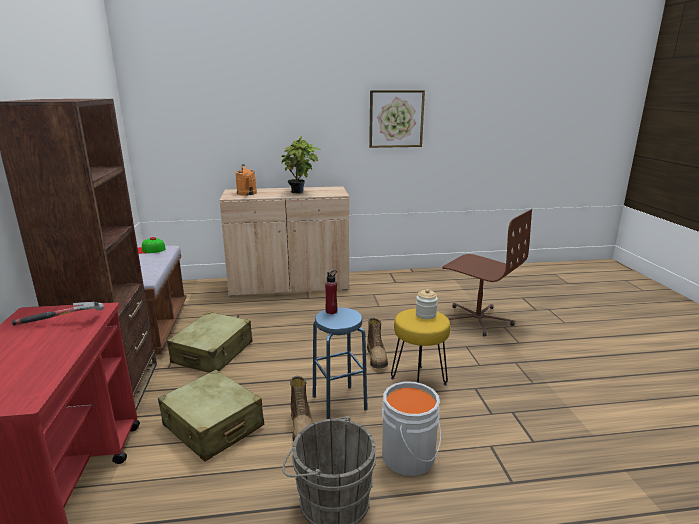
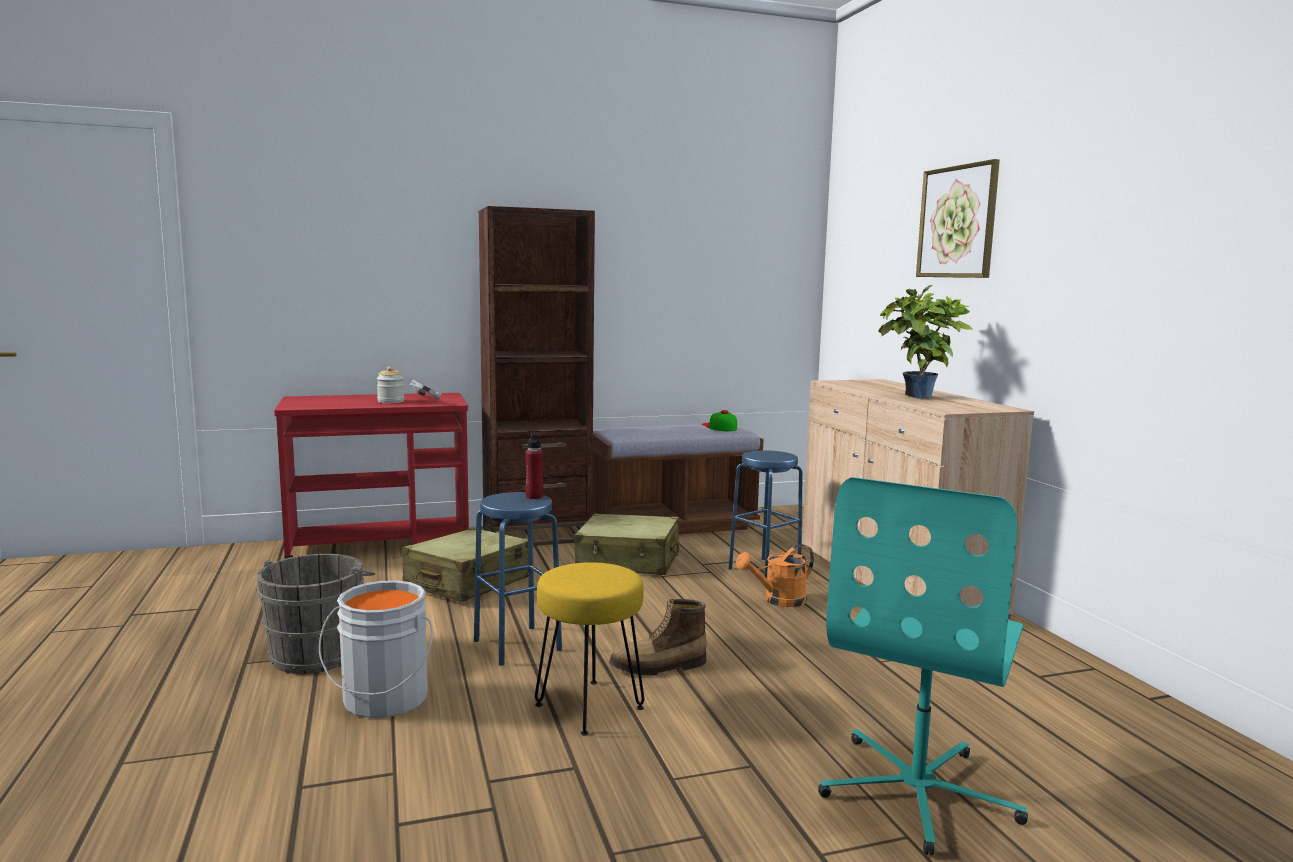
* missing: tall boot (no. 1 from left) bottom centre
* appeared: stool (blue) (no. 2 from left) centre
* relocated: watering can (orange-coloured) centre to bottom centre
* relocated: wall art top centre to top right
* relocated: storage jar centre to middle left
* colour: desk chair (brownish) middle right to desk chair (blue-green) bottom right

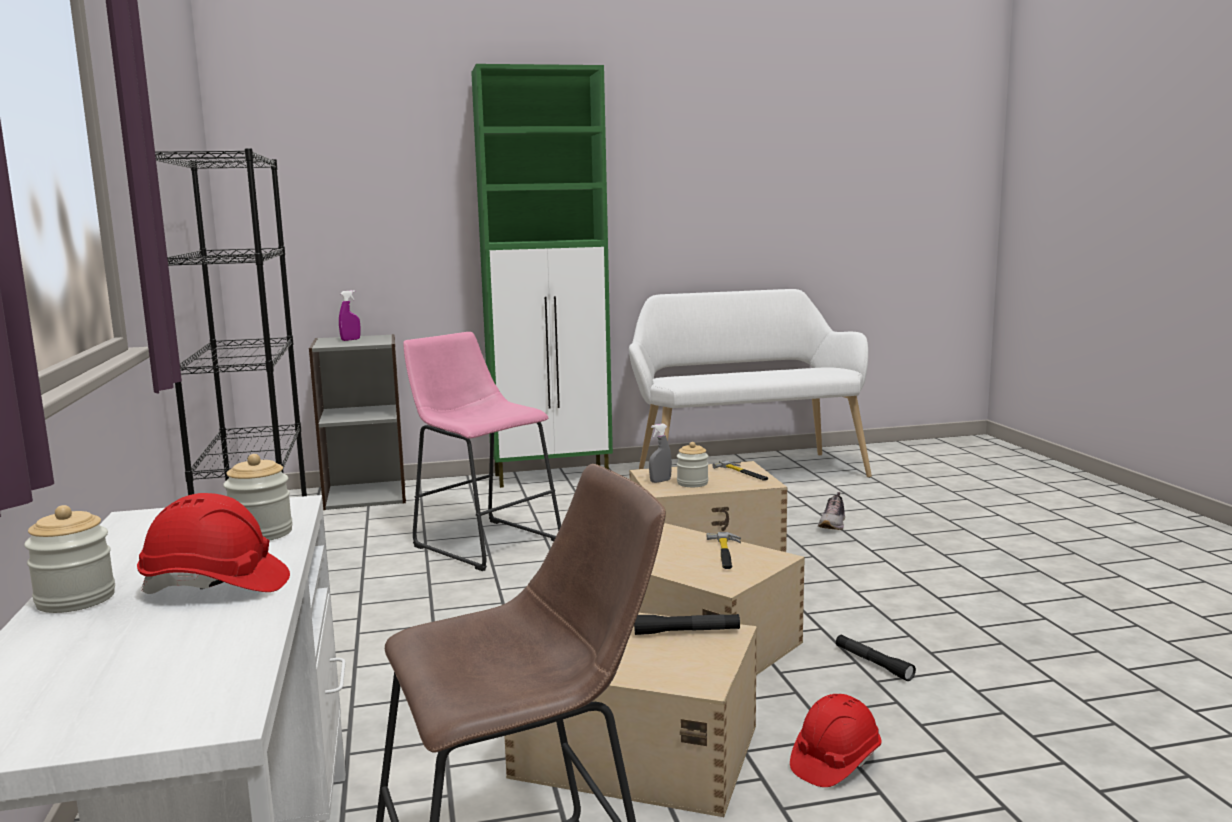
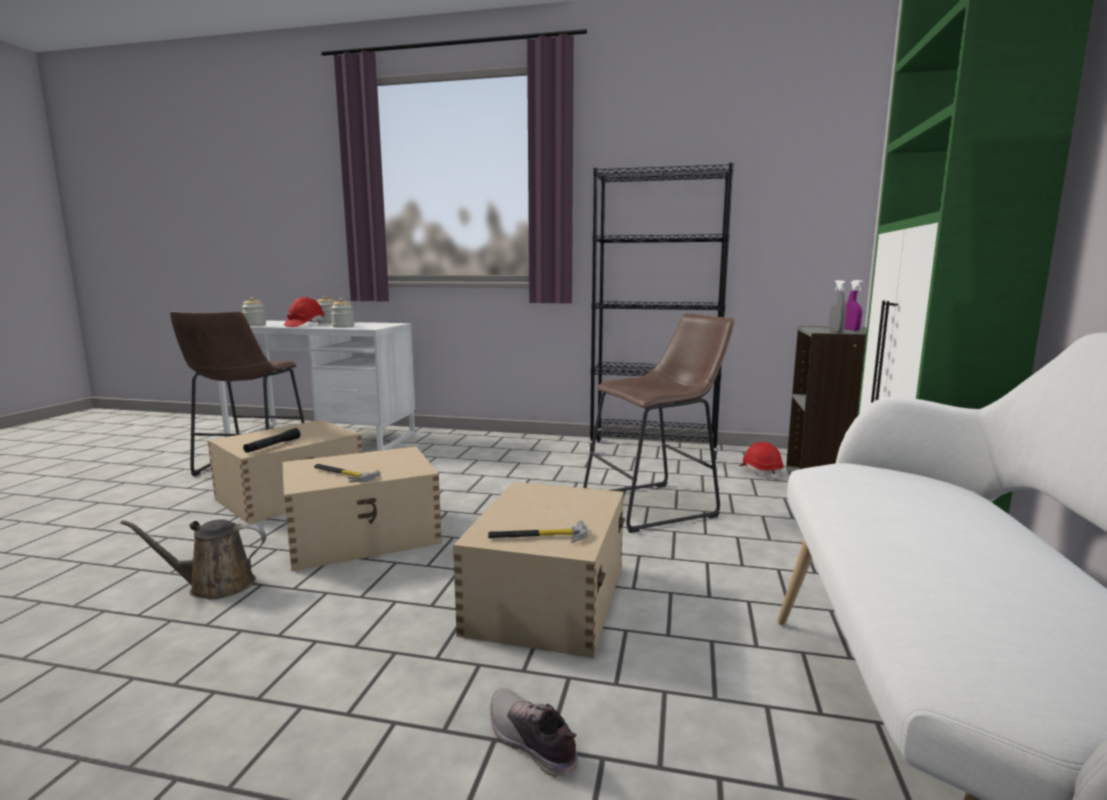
* relocated: spray bottle (grey) centre to middle right
* relocated: storage jar (no. 3 from left in the first image) centre to storage jar (no. 1 from left) middle left
* relocated: work helmet (reddish) (no. 2 from left) bottom right to middle right
* exchanged: torch (blackish) (no. 2 from left) bottom right to watering can (brownish) bottom left
* colour: stool (pink-coloured) centre to stool (brownish) (no. 2 from left) centre

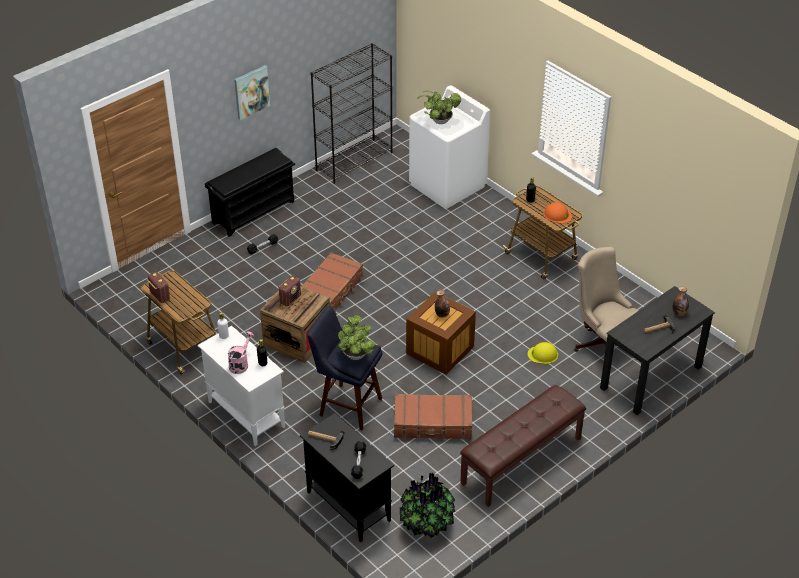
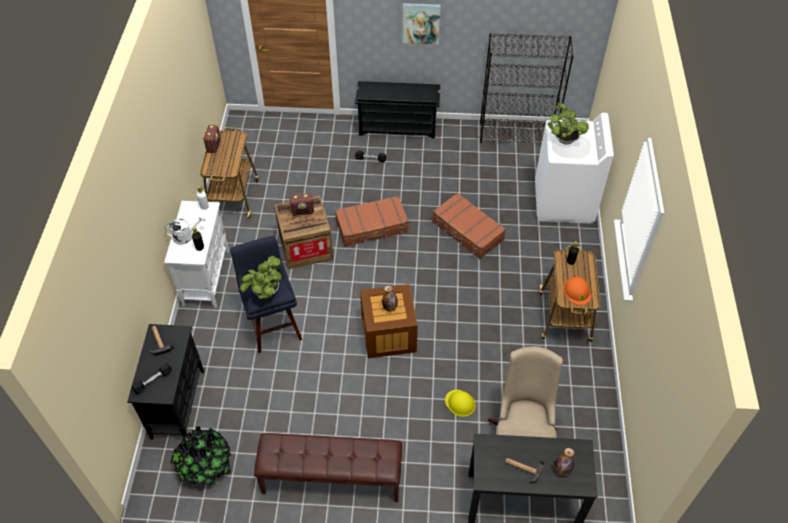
* relocated: suitcase (brownish) (no. 2 from left) bottom centre to centre
* colour: watering can (pink-coloured) middle left to watering can (white) middle left

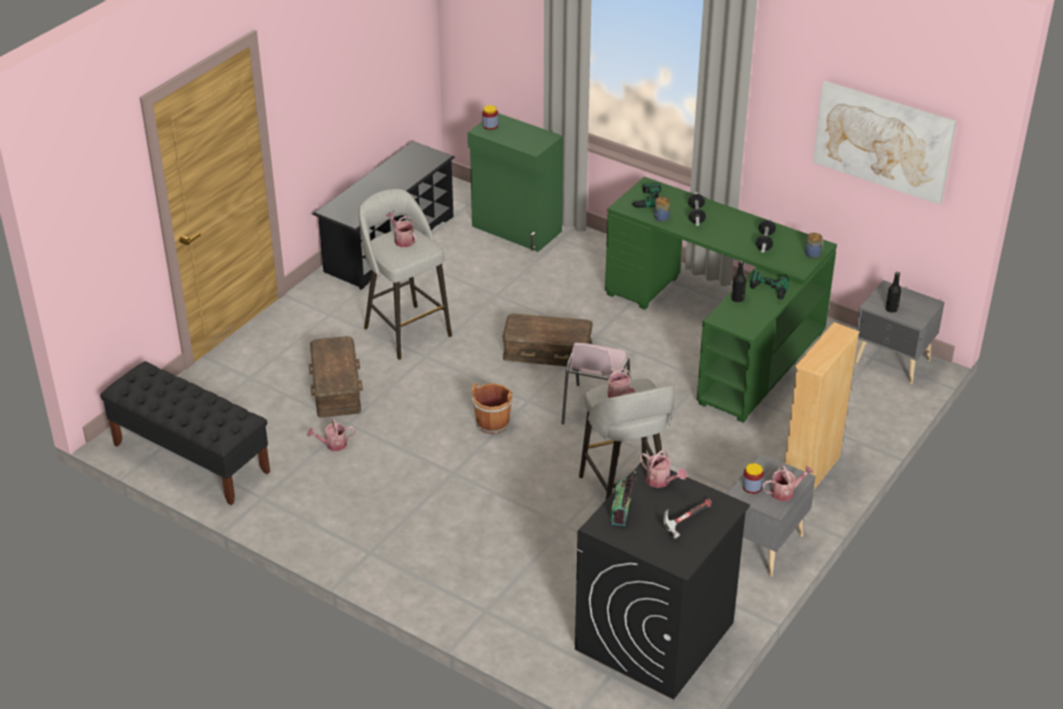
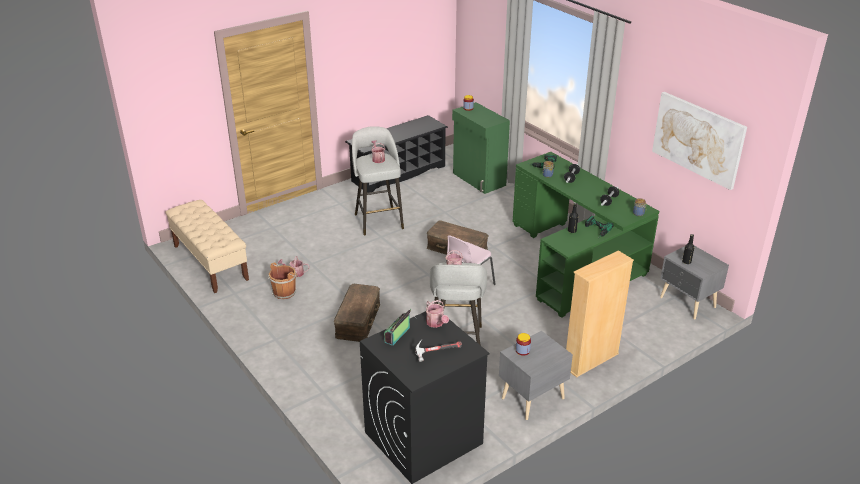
* missing: watering can (no. 5 from left) bottom right
* relocated: storage box (brownish) (no. 1 from left) middle left to centre
* relocated: pail (brownish) centre to middle left
* colour: indoor bench (blackish) middle left to indoor bench (beige) middle left

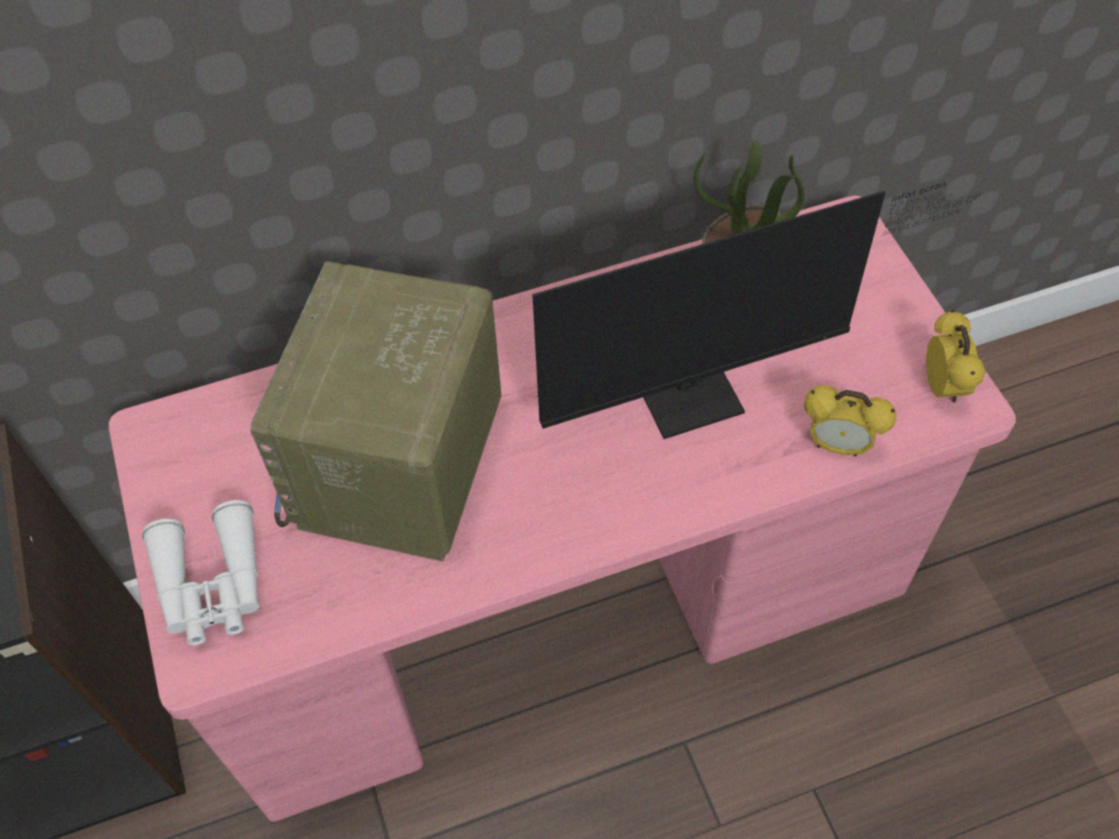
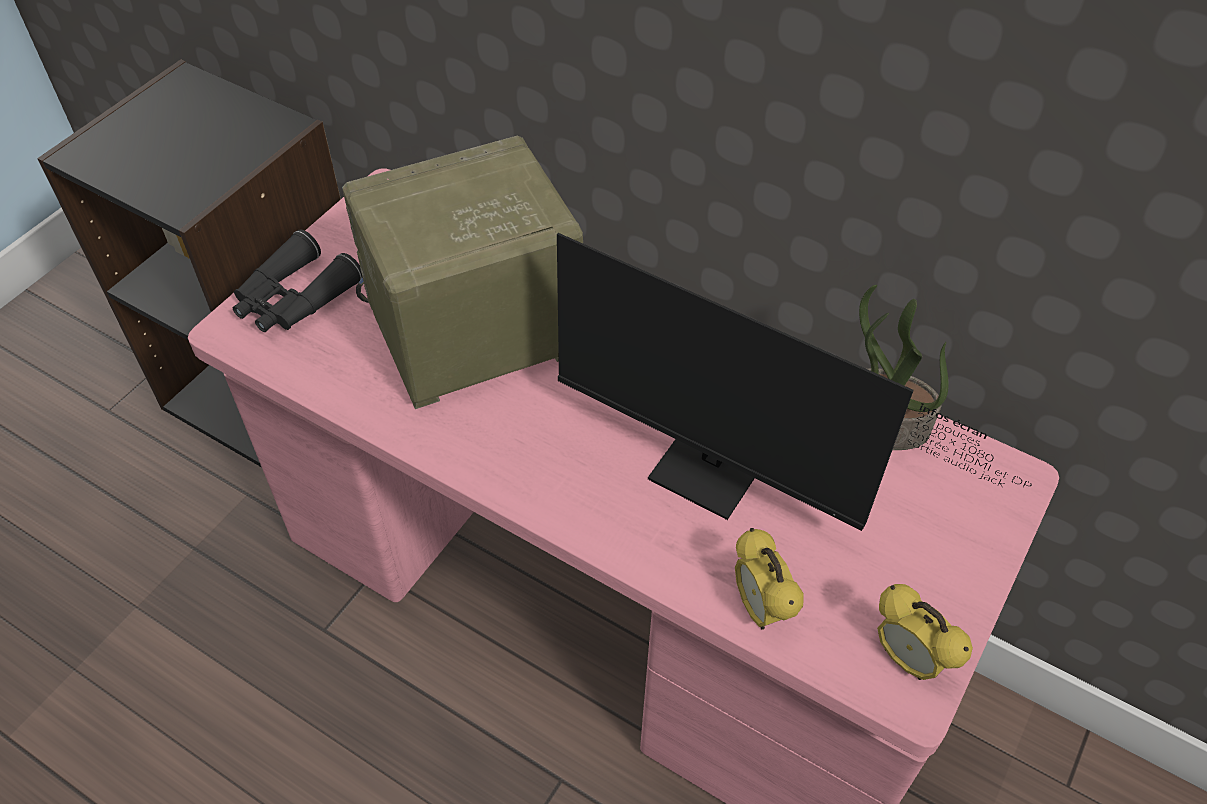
* colour: field glasses (white) bottom left to field glasses (blackish) middle left
* spun: bedside clock (no. 2 from left) middle right = bottom right 90 degrees clockwise

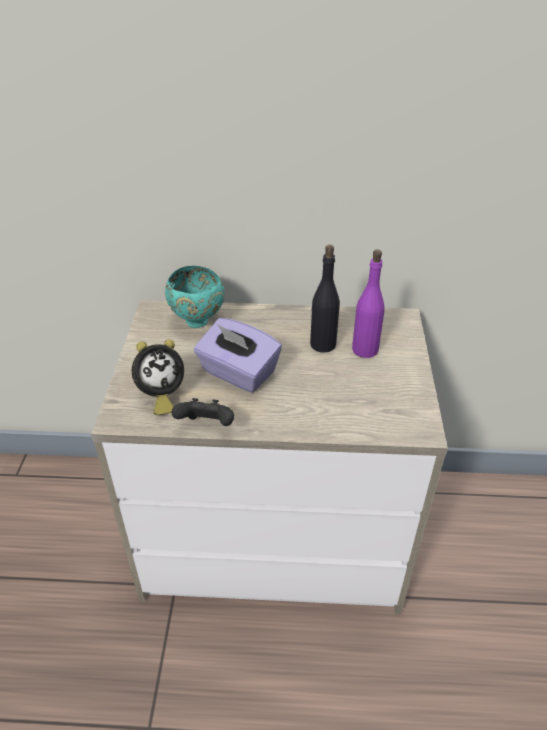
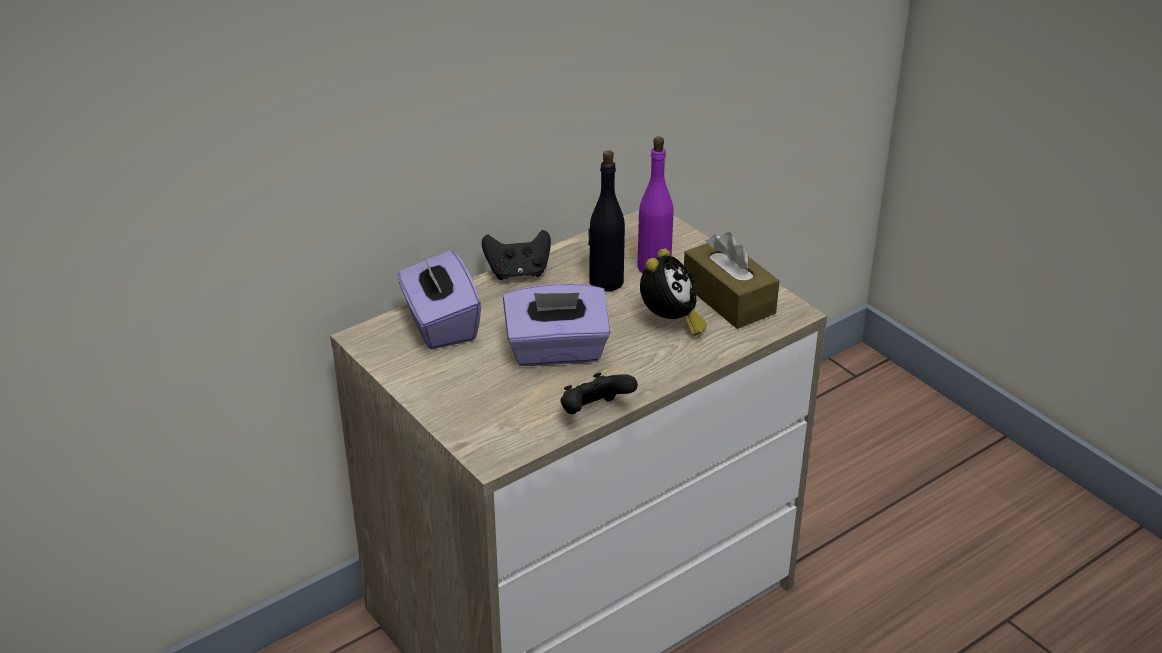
* appeared: game controller (blackish) (no. 1 from left) centre
* appeared: tissue holder (brownish) centre
* relocated: bedside clock middle left to centre
* exchanged: serving bowl (blue-green) centre to tissue holder (purple) (no. 1 from left) centre

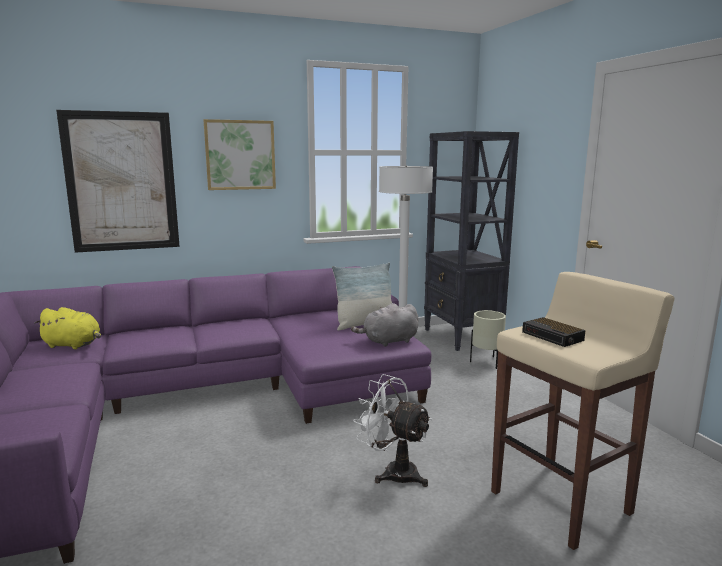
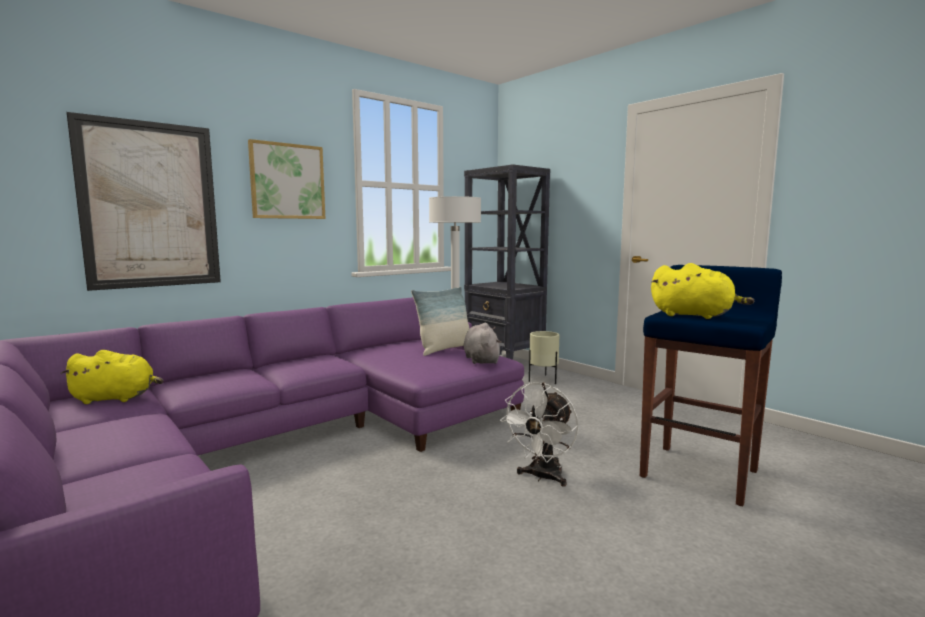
* exchanged: bedside clock middle right to soft toy (yellow-coloured) (no. 2 from left) middle right
* colour: stool (beige) bottom right to stool (blue) middle right
* spun: soft toy (grey) centre = centre 120 degrees clockwise
* spun: fan (white) bottom centre = bottom centre 75 degrees counterclockwise

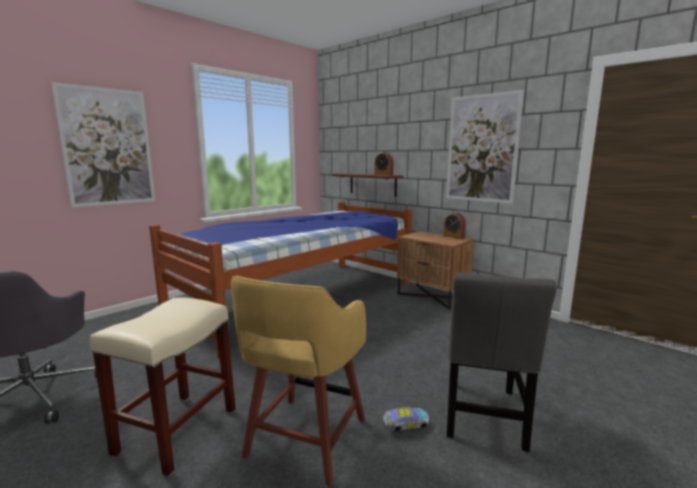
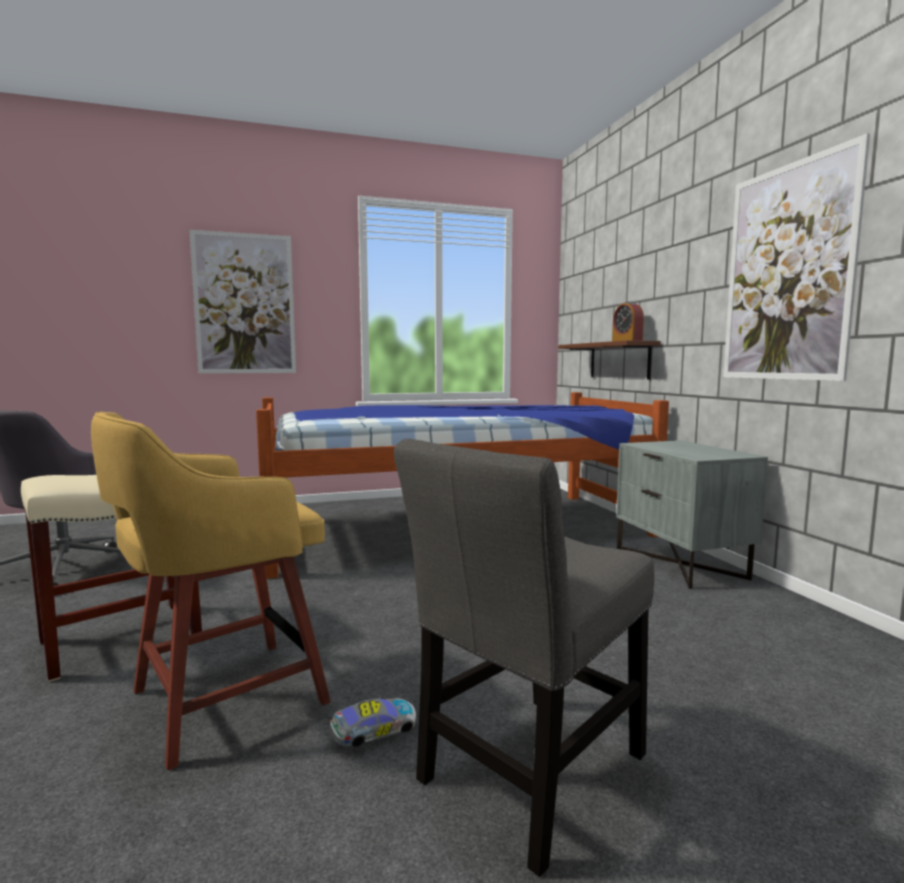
* missing: bedside clock (no. 2 from left) centre
* colour: night table (brownish) centre to night table (grey) middle right
* spun: toy car bottom centre = bottom centre 45 degrees counterclockwise

